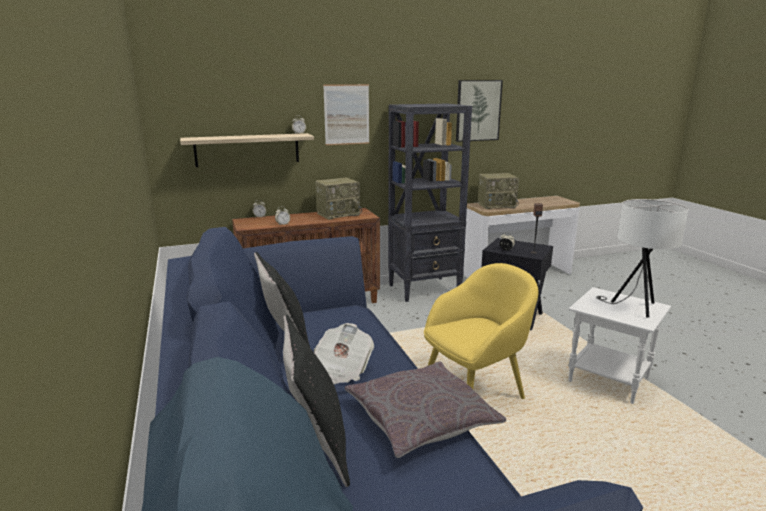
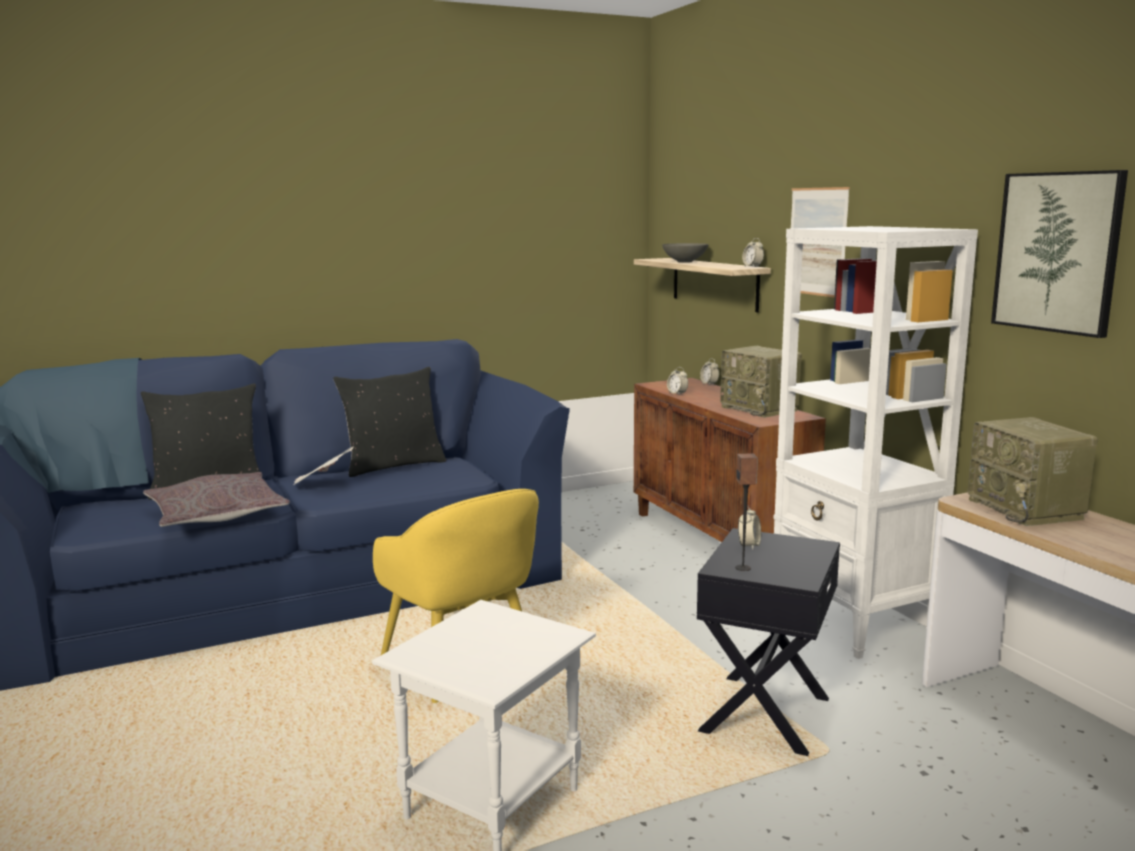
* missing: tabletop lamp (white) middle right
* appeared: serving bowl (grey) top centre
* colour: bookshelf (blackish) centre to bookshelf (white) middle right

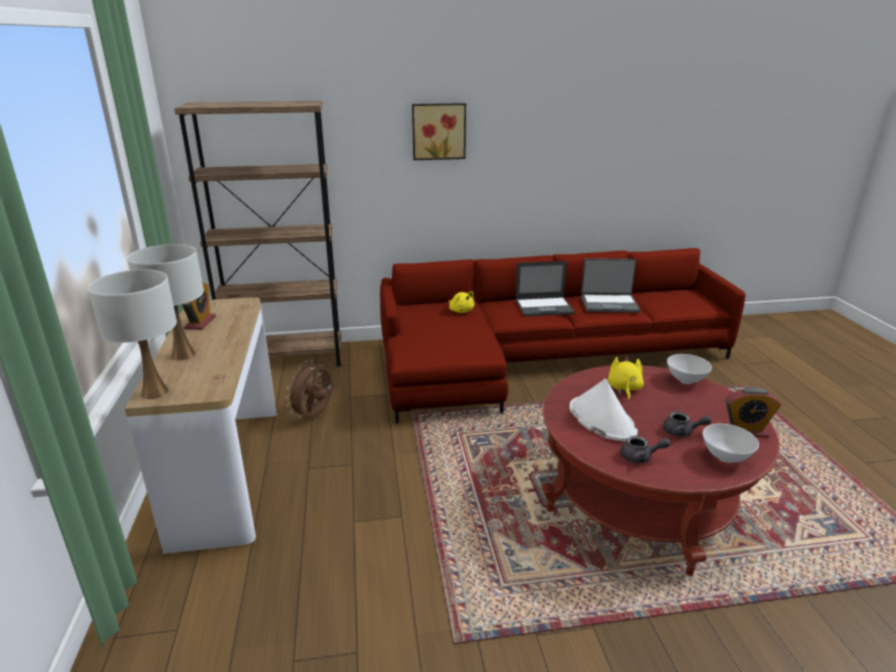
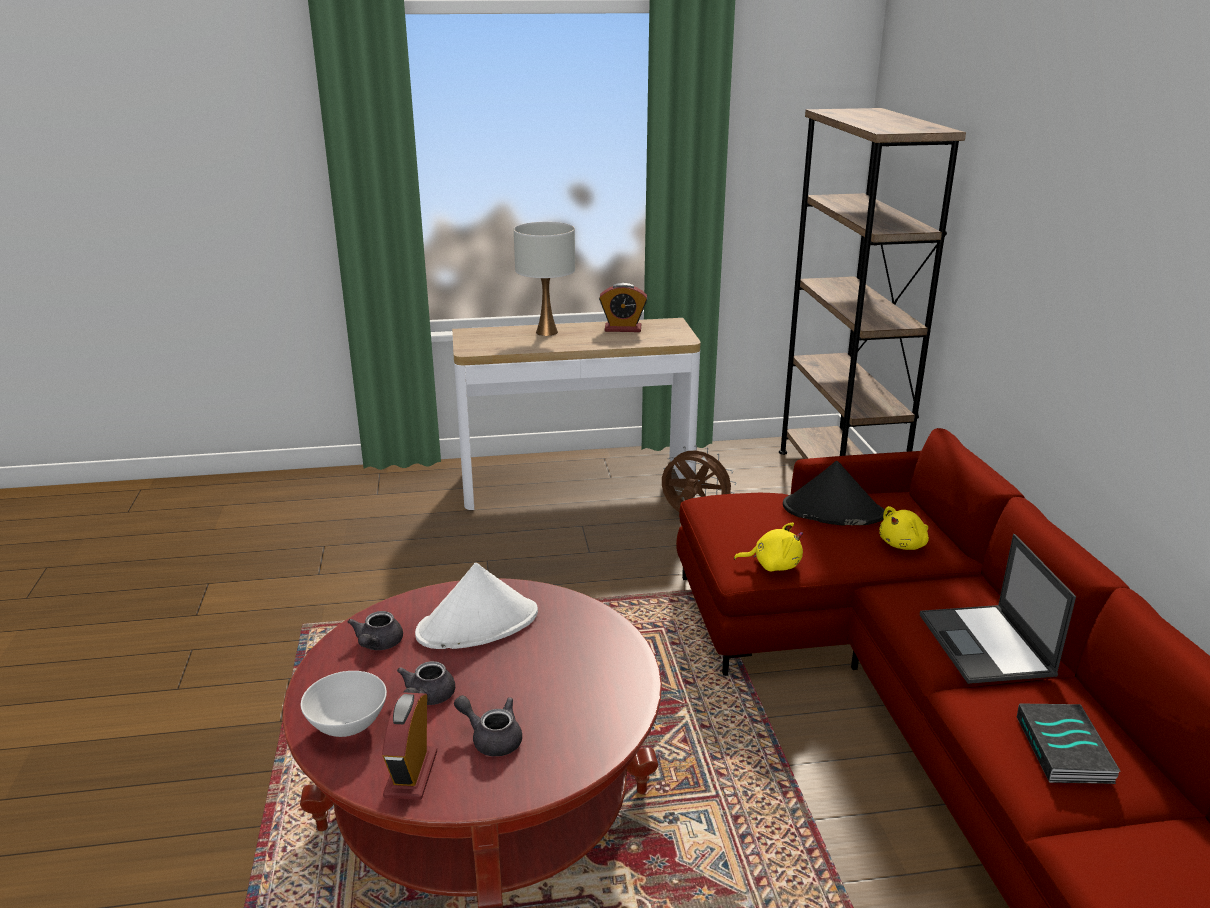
* missing: tabletop lamp (white) (no. 1 from left) middle left
* missing: wall art top centre
* missing: serving bowl (white) (no. 1 from left) middle right
* appeared: teapot (grey) (no. 3 from left) bottom centre
* appeared: wearable hat (blackish) middle right
* relocated: soft toy (yellow-coloured) (no. 2 from left in the first image) middle right to soft toy (yellow-coloured) (no. 1 from left) centre
* exchanged: portable computer (no. 2 from left) middle right to volume bottom right

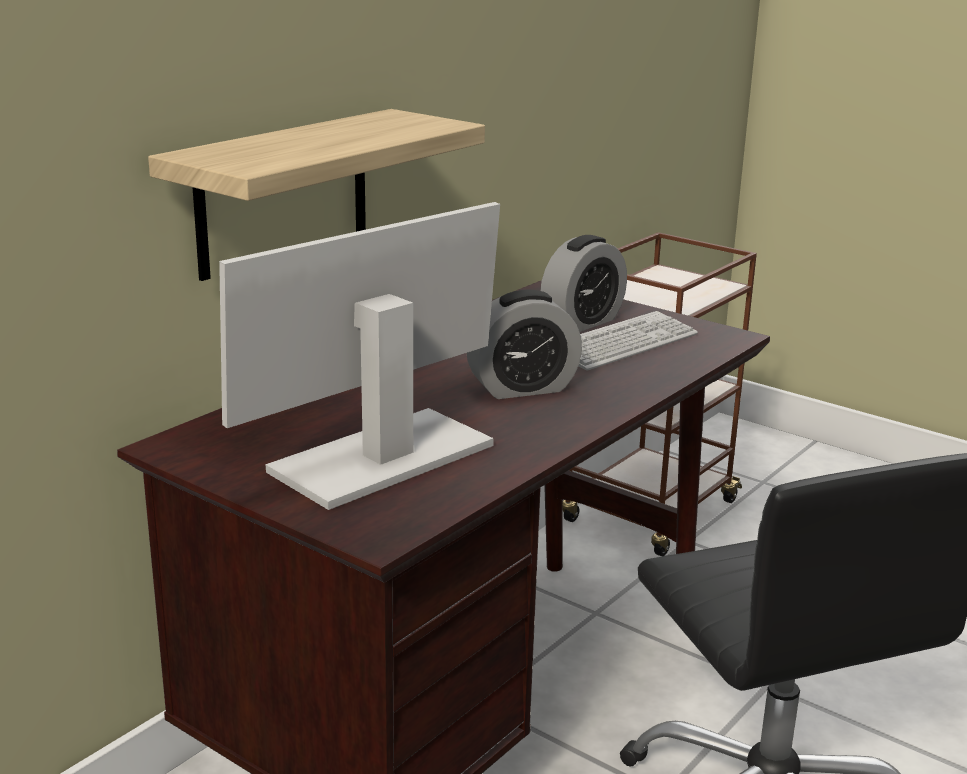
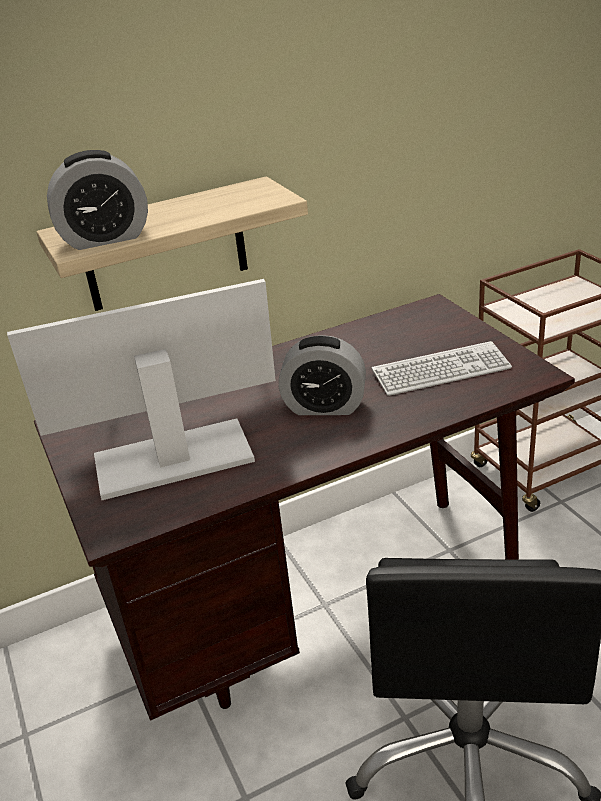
* relocated: bedside clock (no. 2 from left in the first image) centre to bedside clock (no. 1 from left) top left

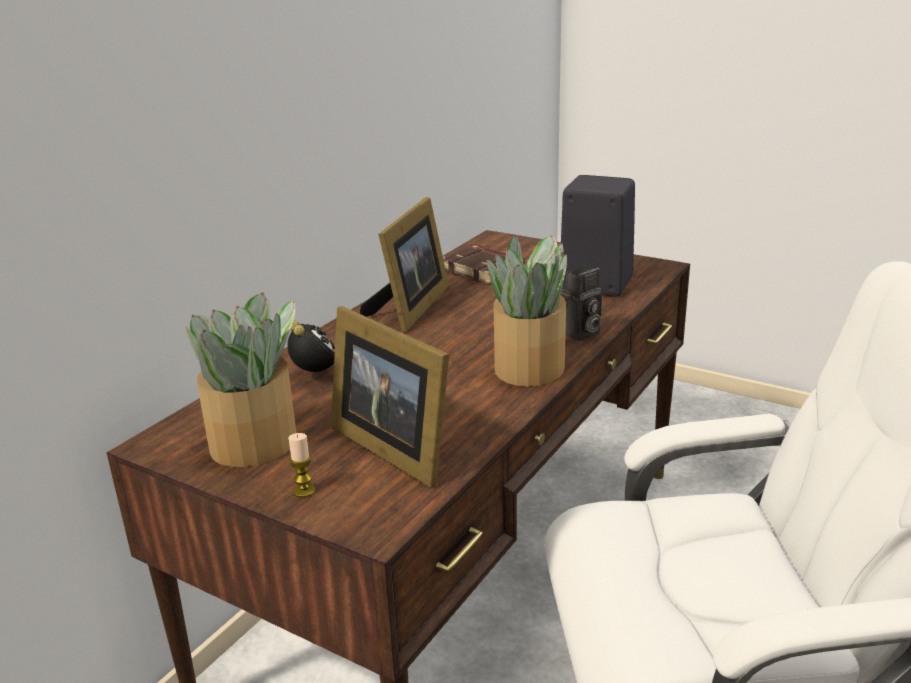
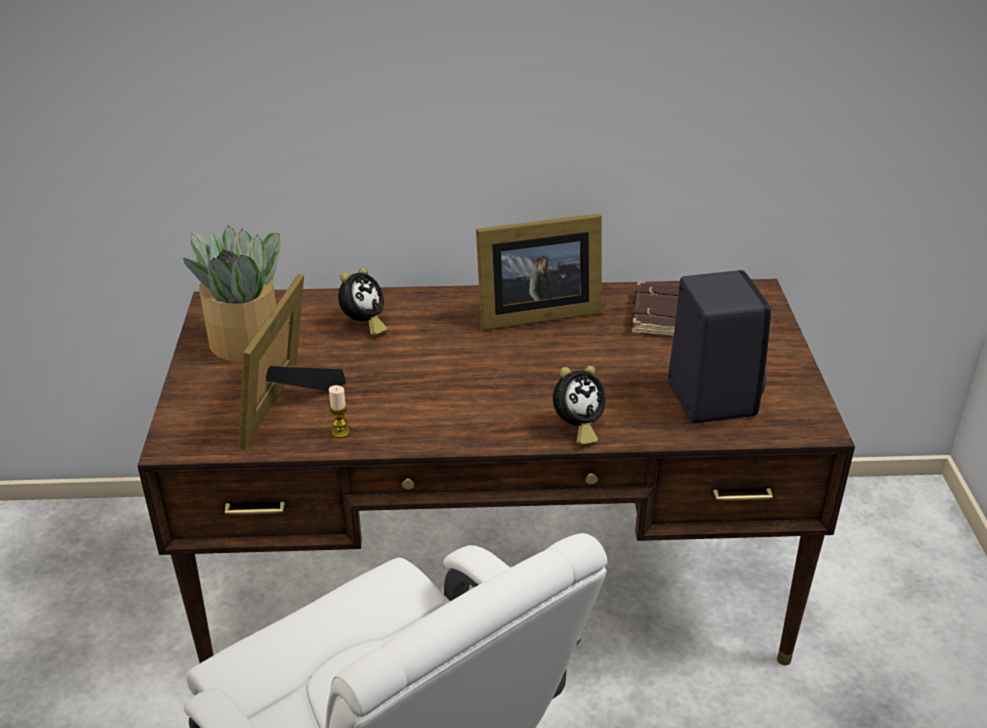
* missing: potted plant (no. 2 from left) centre
* relocated: wax candle bottom left to centre
* exchanged: photo camera centre to bedside clock (no. 2 from left) centre

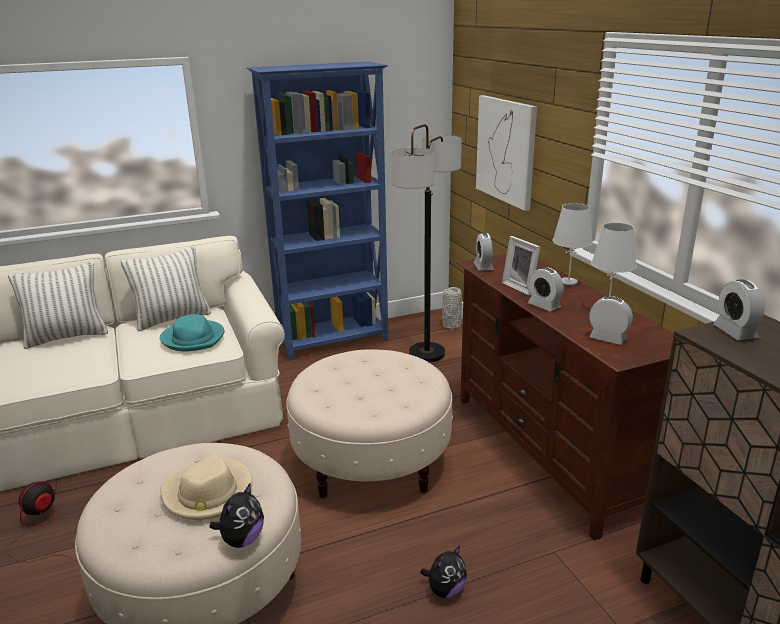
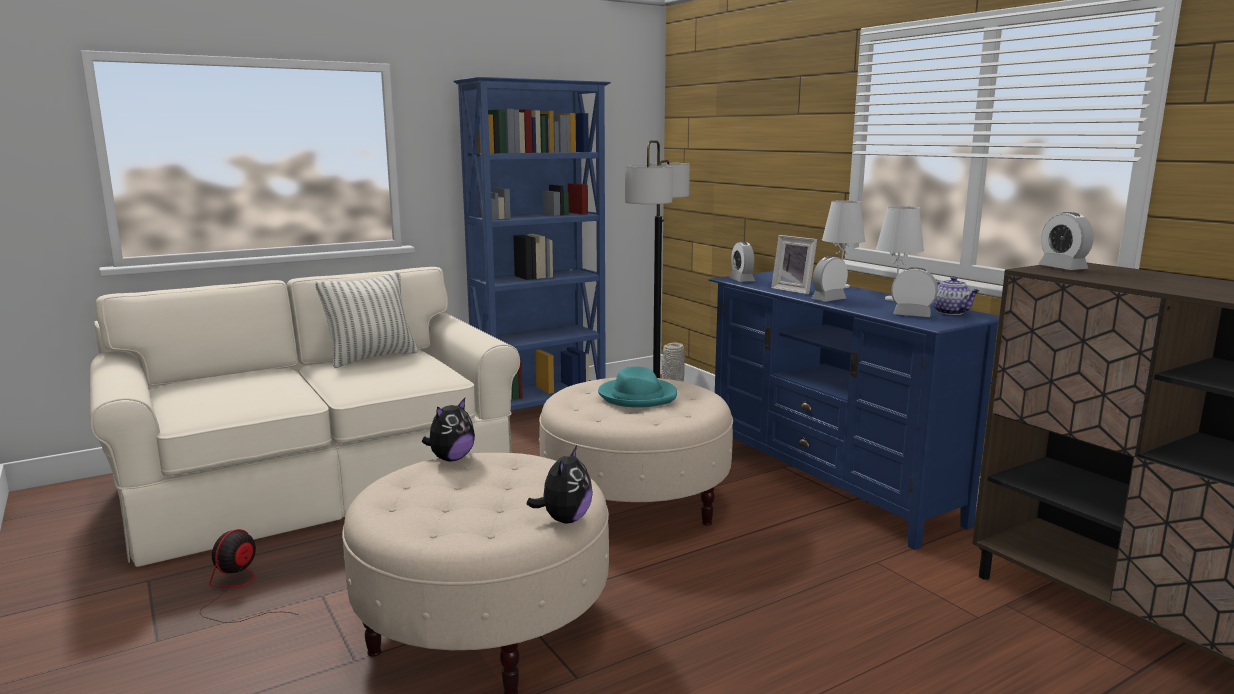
* missing: throw pillow (no. 1 from left) middle left
* missing: wearable hat (beige) bottom left
* missing: wall art top centre
* appeared: teapot middle right
* relocated: wearable hat (blue-green) middle left to centre
* relocated: soft toy (no. 2 from left in the first image) bottom centre to soft toy (no. 1 from left) centre
* colour: tv unit (brownish) middle right to tv unit (blue) middle right
* spun: bedside clock (no. 2 from left) middle right = middle right 105 degrees clockwise

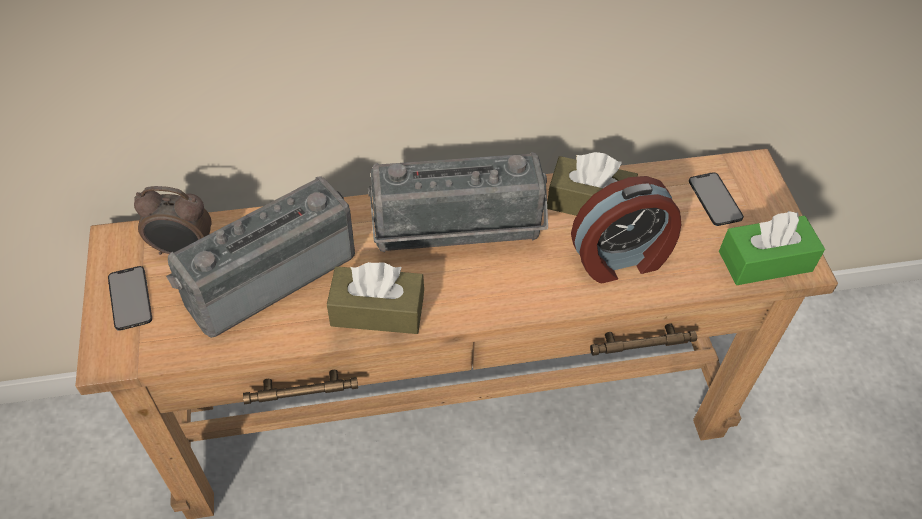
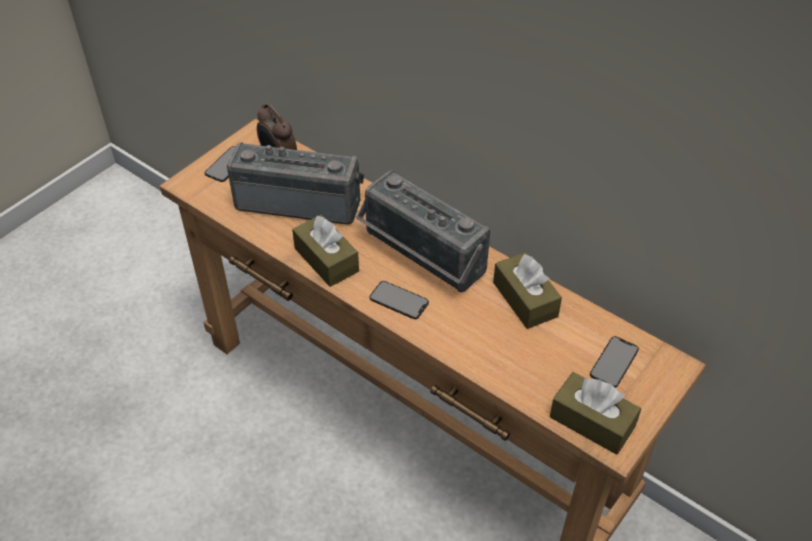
* missing: bedside clock (no. 2 from left) middle right
* appeared: phone (no. 2 from left) centre
* colour: tissue holder (green-coloured) middle right to tissue holder (brownish) (no. 3 from left) bottom right

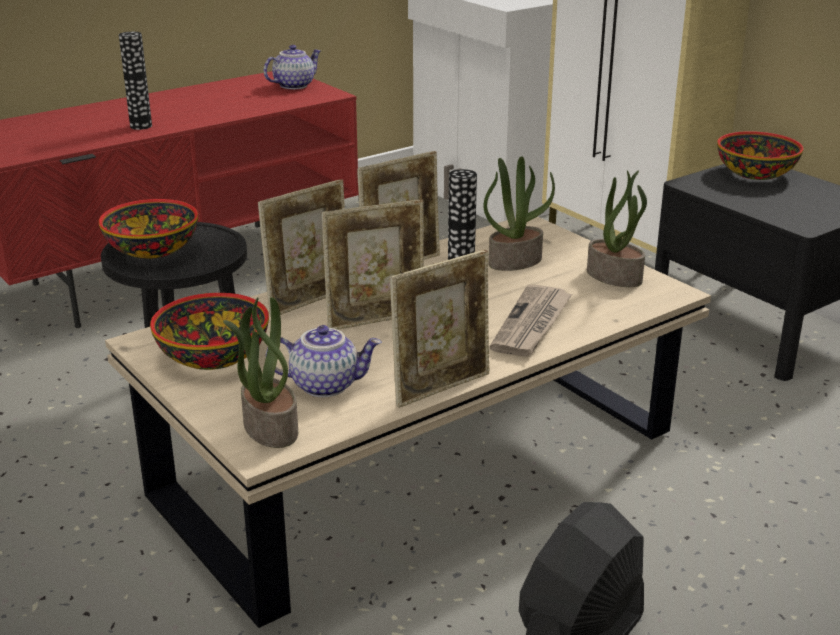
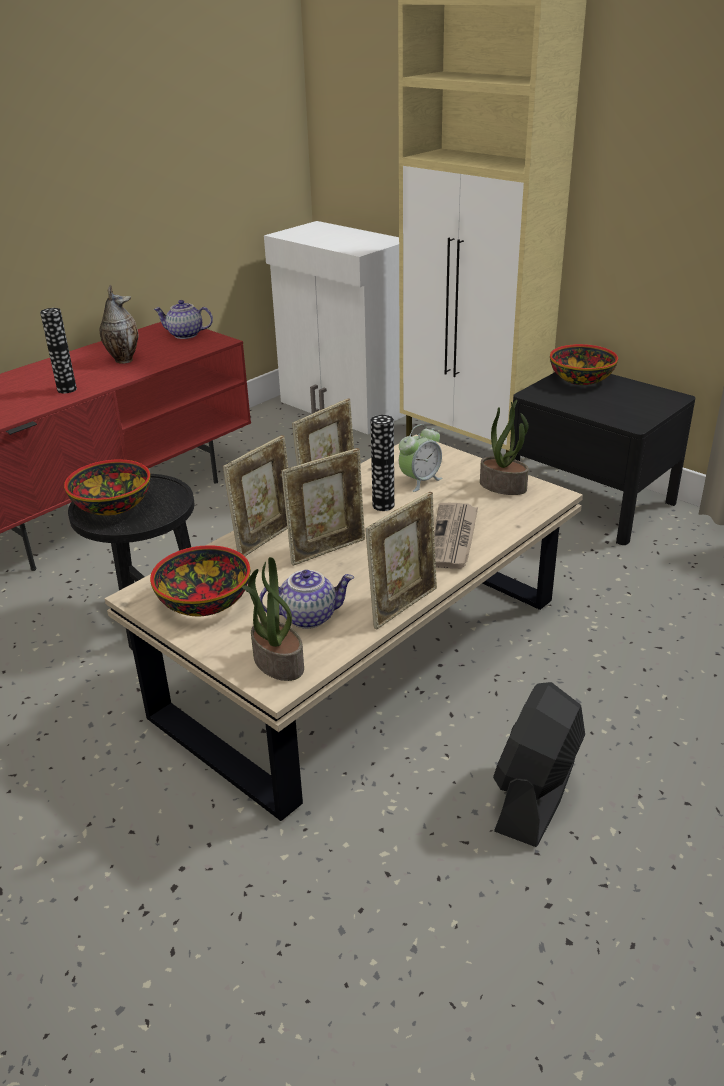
* appeared: flower vase (no. 2 from left) top left
* exchanged: potted plant (no. 2 from left) centre to bedside clock centre
* spun: teapot (no. 1 from left) top centre = top left 120 degrees counterclockwise

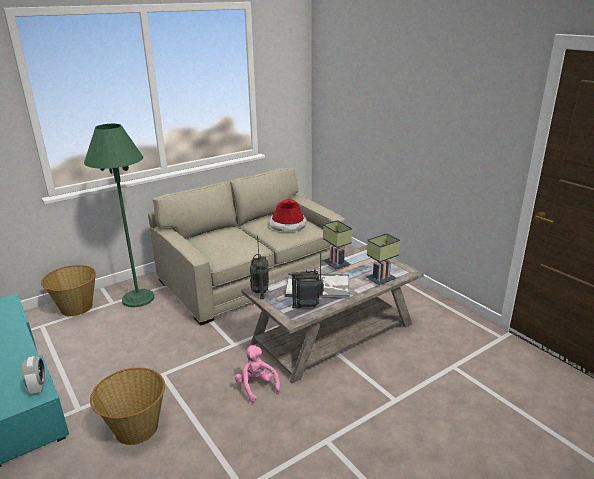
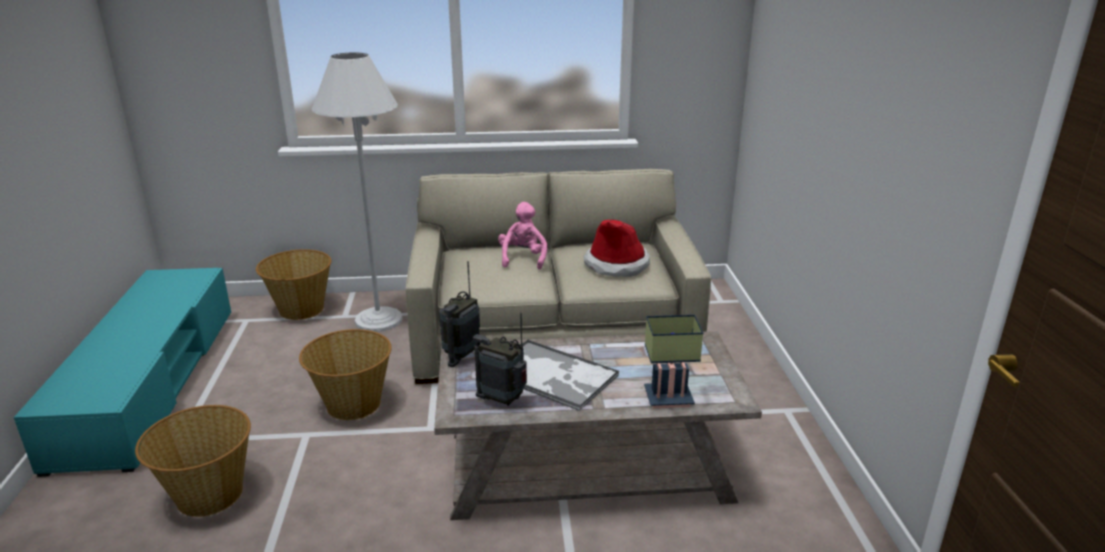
* missing: bedside clock bottom left
* missing: tabletop lamp (no. 1 from left) centre
* appeared: storage basket (no. 3 from left) bottom left
* relocated: soft toy (pink-coloured) bottom centre to centre
* colour: standing lamp (green-coloured) middle left to standing lamp (white) middle left

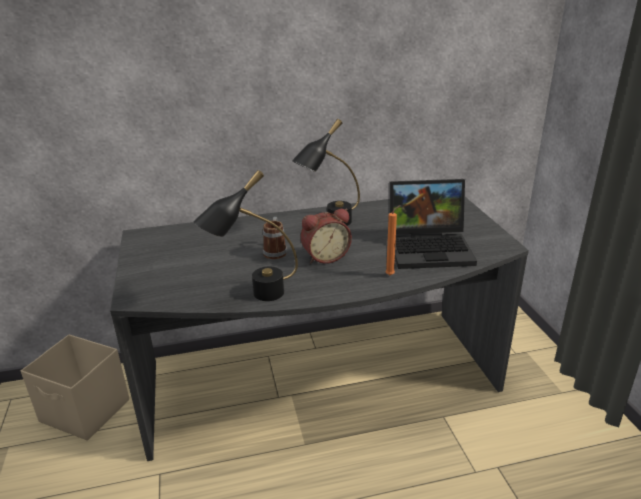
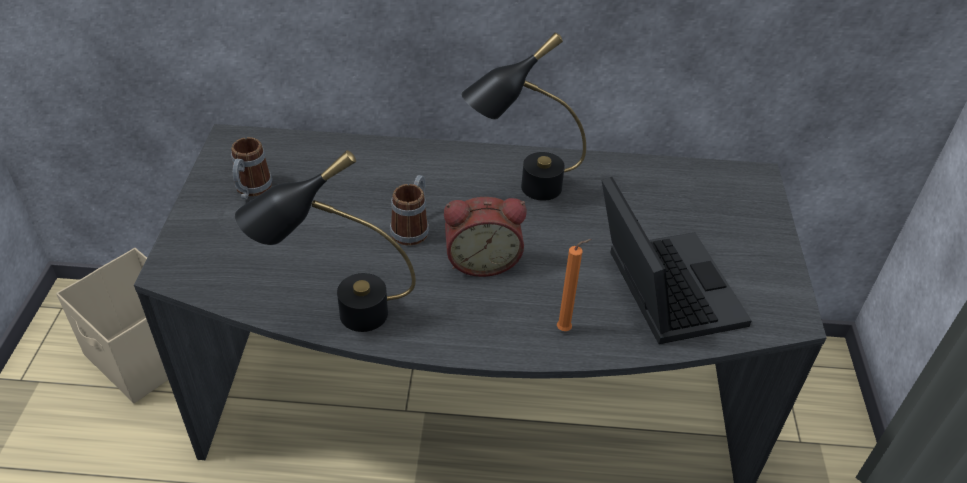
* appeared: coffee mug (no. 1 from left) middle left
* spun: portable computer middle right = middle right 120 degrees counterclockwise

